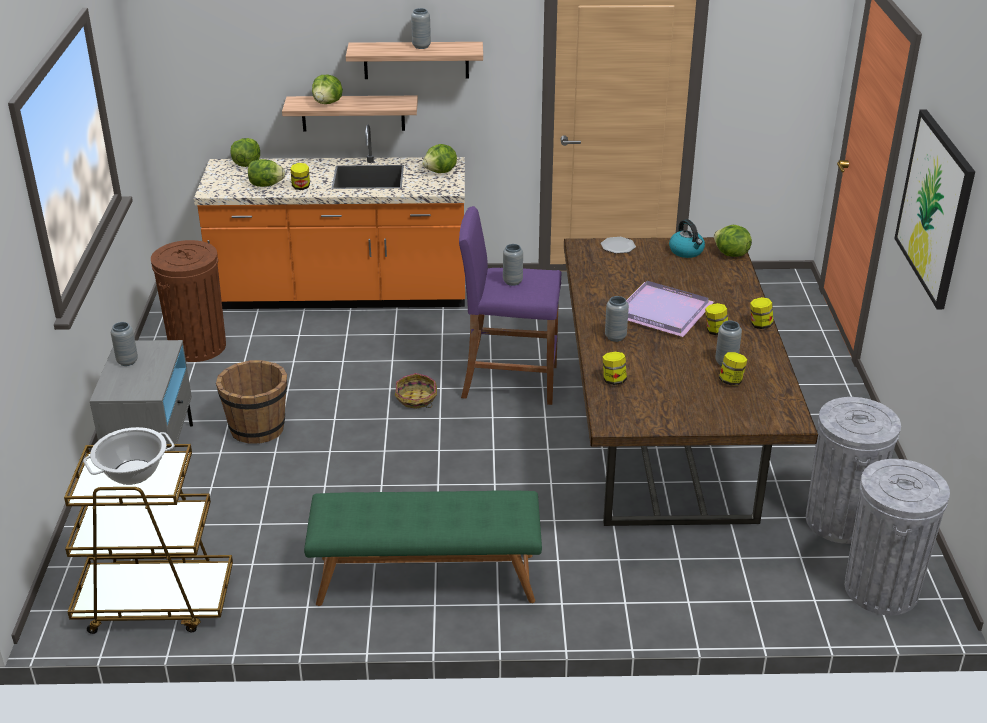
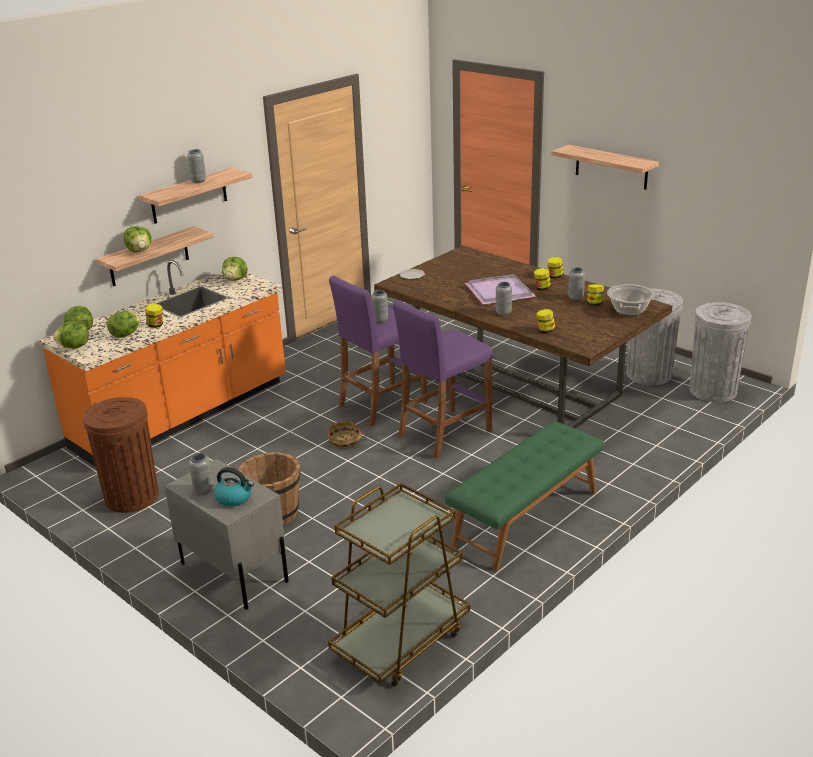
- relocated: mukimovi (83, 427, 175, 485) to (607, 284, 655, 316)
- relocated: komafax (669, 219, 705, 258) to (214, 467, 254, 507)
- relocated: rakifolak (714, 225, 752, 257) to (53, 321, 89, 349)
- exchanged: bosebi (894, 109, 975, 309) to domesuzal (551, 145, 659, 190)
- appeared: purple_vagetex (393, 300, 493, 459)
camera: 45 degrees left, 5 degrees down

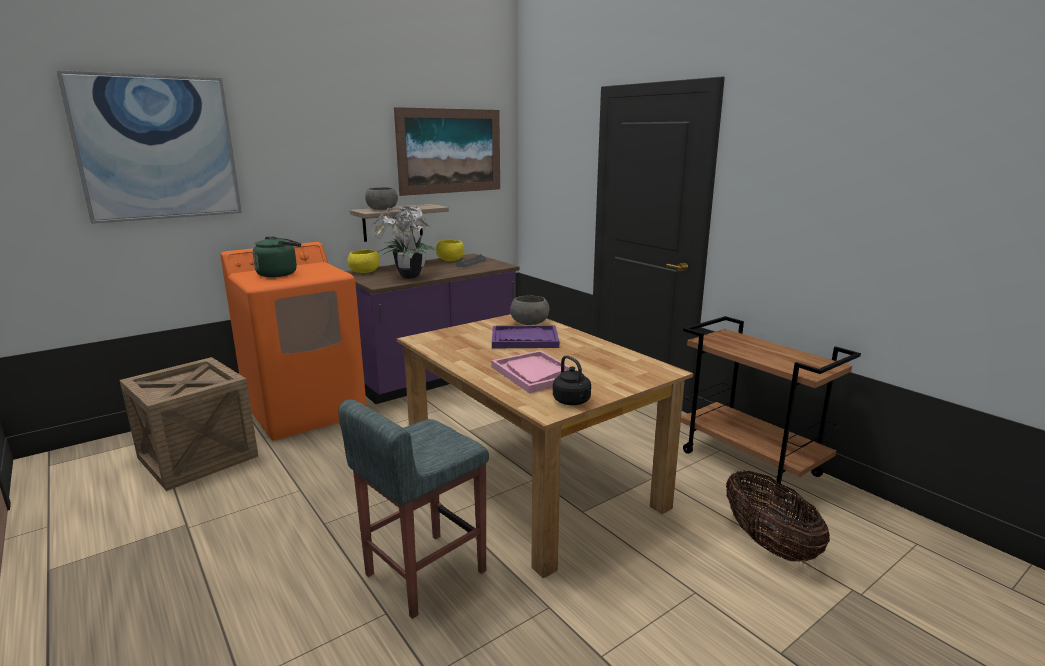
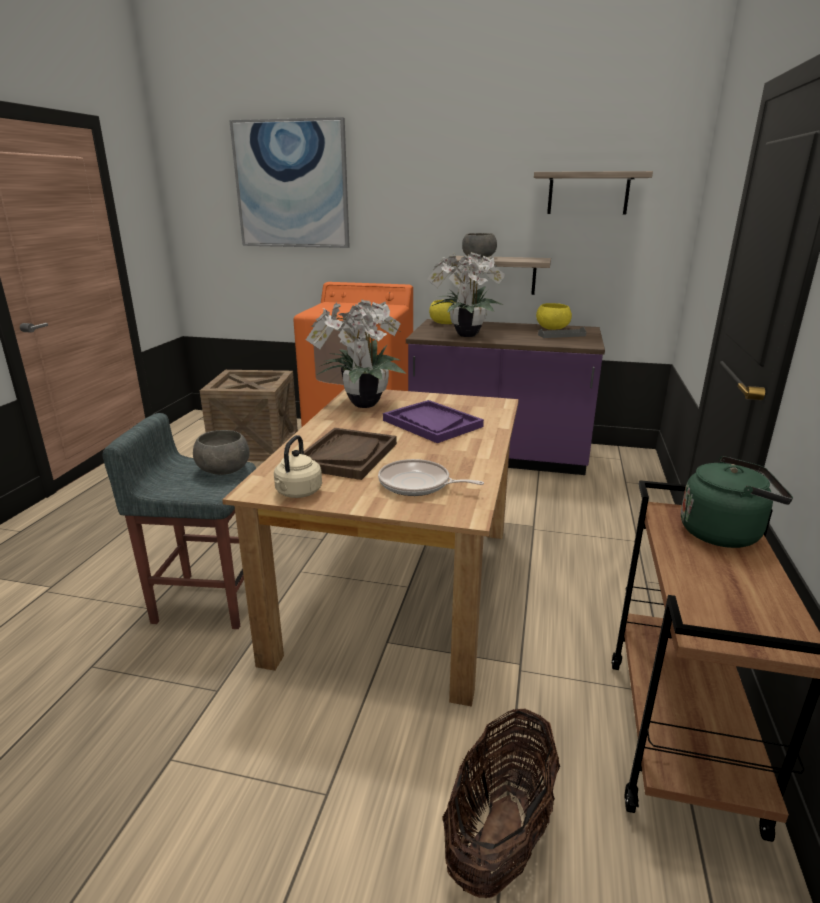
- relocated: green_komafax (253, 236, 301, 277) to (681, 456, 793, 548)
- exchanged: bosebi (394, 107, 500, 196) to domesuzal (534, 171, 653, 215)
- colour: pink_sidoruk (491, 350, 577, 393) to brown_sidoruk (304, 428, 397, 480)
- relocated: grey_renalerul (510, 295, 549, 325) to (193, 430, 250, 475)
- colour: black_komafax (553, 355, 591, 405) to beige_komafax (274, 435, 322, 498)
- appeared: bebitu (306, 299, 407, 408)
- appeared: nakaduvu (378, 459, 484, 496)
camera: 50 degrees right, 5 degrees up

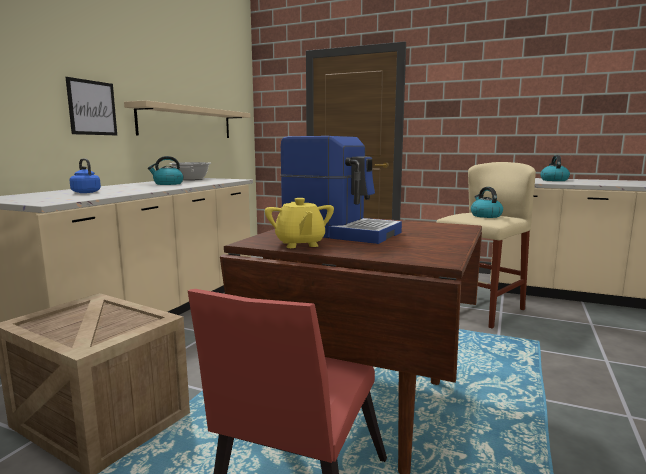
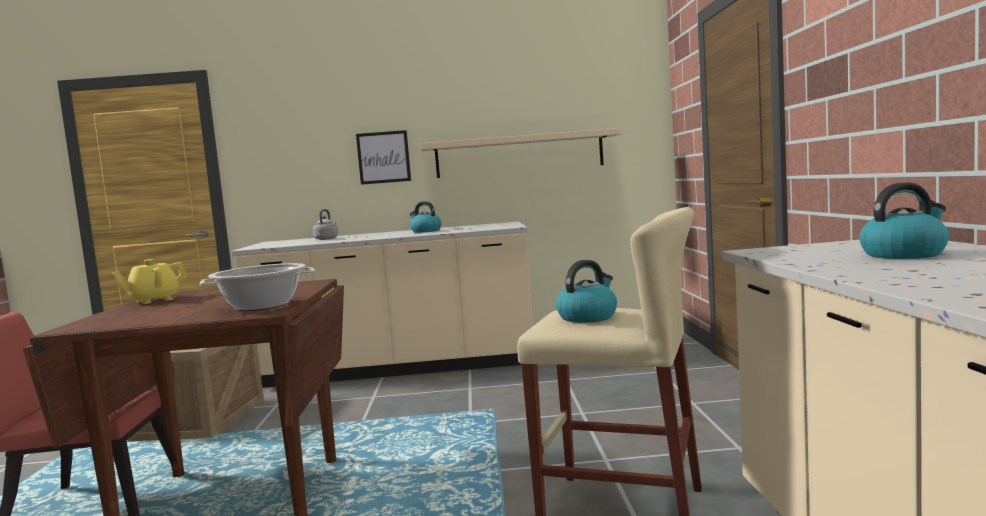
- colour: blue_komafax (69, 158, 101, 193) to grey_komafax (313, 209, 338, 240)
- relocated: mukimovi (169, 162, 211, 180) to (200, 263, 315, 311)
- missing: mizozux (281, 136, 402, 244)
camera: 65 degrees right, 5 degrees down

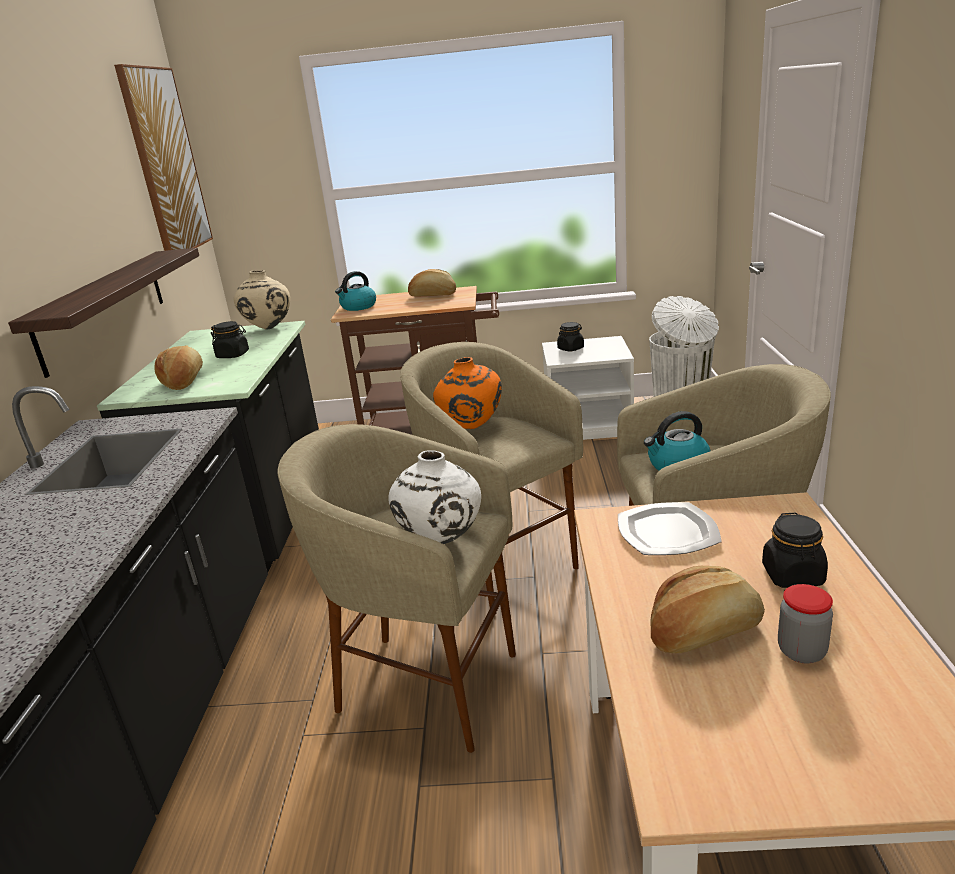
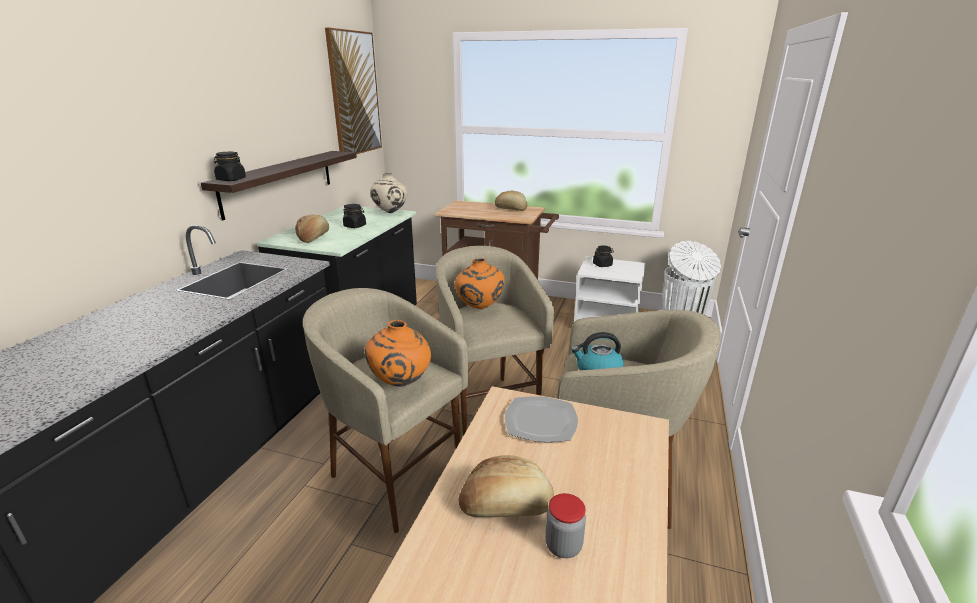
- missing: komafax (335, 271, 376, 311)
- colour: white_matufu (388, 450, 481, 544) to orange_matufu (365, 320, 431, 386)
- relocated: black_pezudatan (762, 512, 828, 588) to (214, 152, 246, 181)
camera: 15 degrees right, 0 degrees up

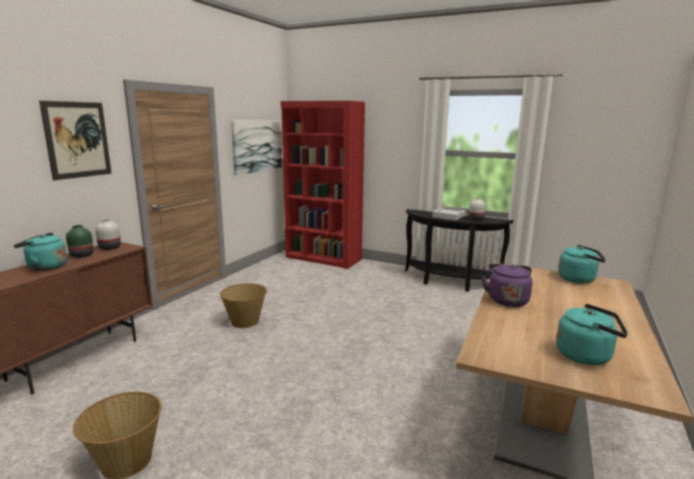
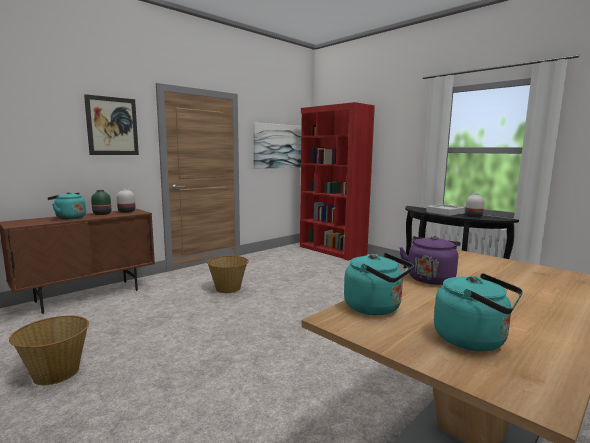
- relocated: turquoise_komafax (558, 245, 606, 283) to (344, 253, 414, 315)
camera: 20 degrees right, 5 degrees down

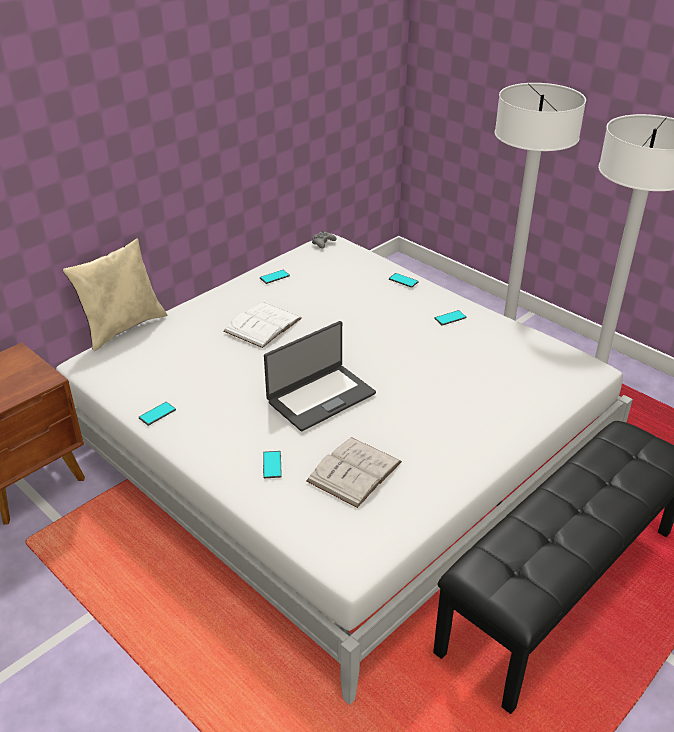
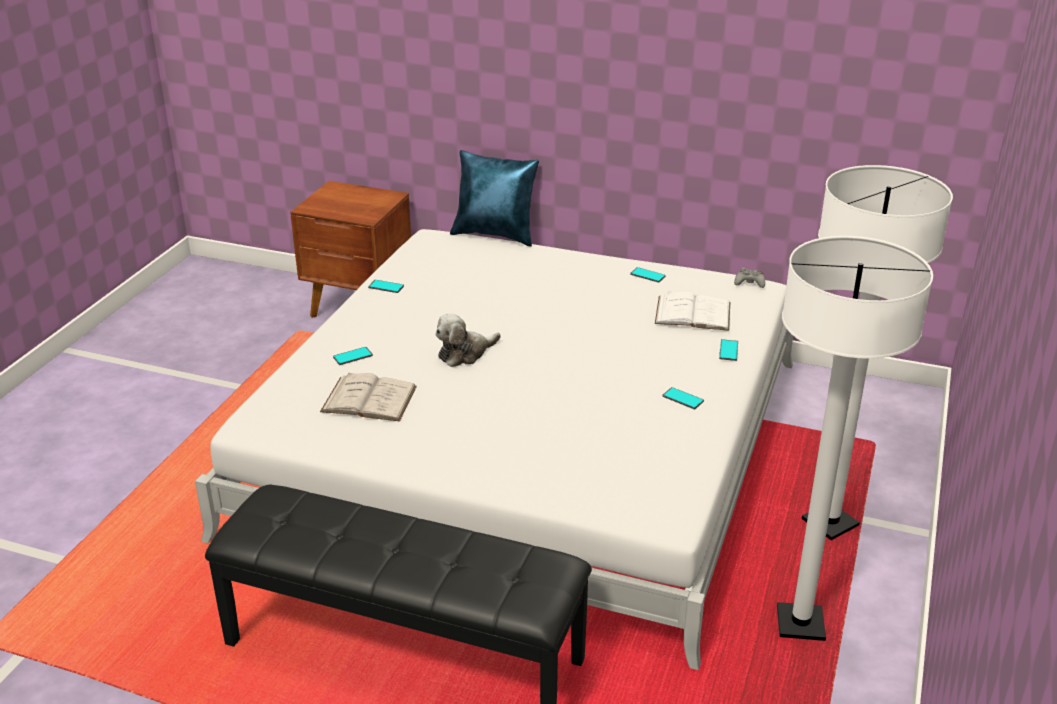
- colour: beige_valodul (63, 238, 167, 351) to blue_valodul (450, 150, 539, 247)
- relocated: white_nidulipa (223, 302, 302, 348) to (655, 291, 730, 331)
- exchanged: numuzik (264, 321, 376, 432) to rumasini (435, 314, 501, 367)
camera: 65 degrees right, 5 degrees down

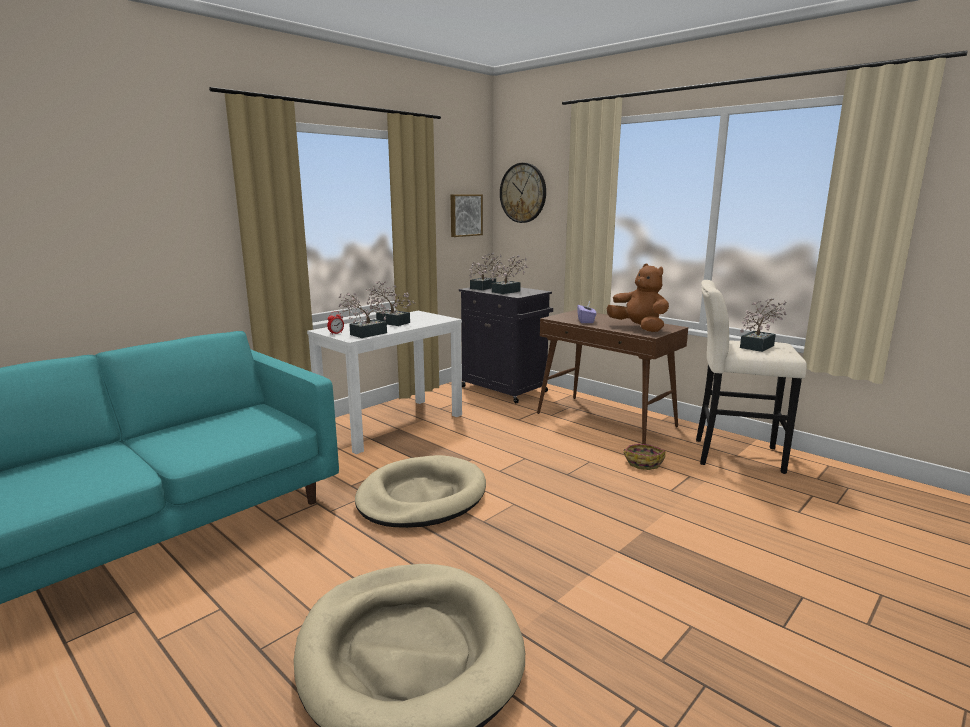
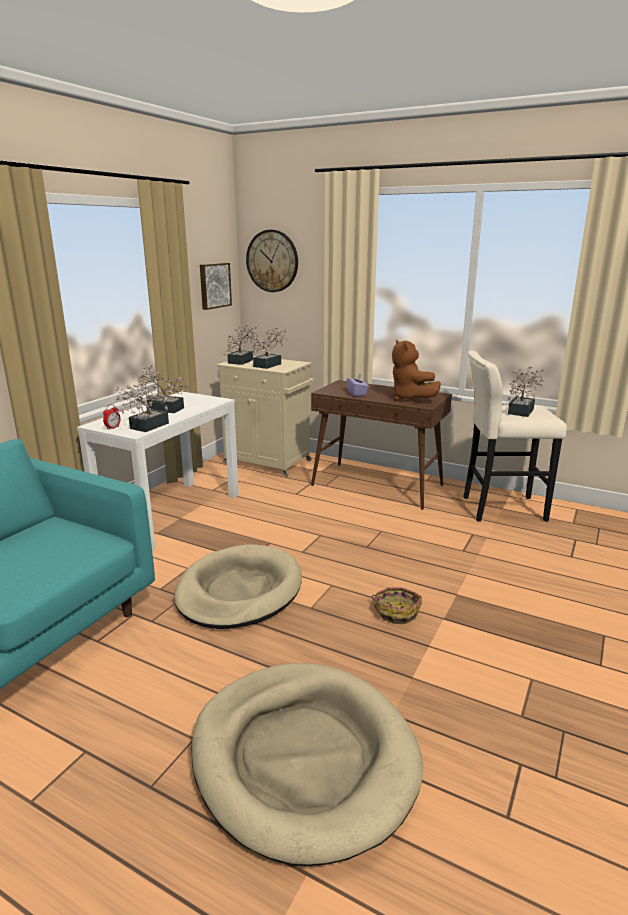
- colour: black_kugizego (459, 287, 553, 403) to beige_kugizego (216, 356, 314, 476)
- spun: brown_rumasini (607, 264, 669, 332) = (392, 340, 441, 401) 150 degrees counterclockwise
- relocated: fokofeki (623, 444, 665, 470) to (371, 587, 422, 624)
camera: 15 degrees left, 5 degrees up

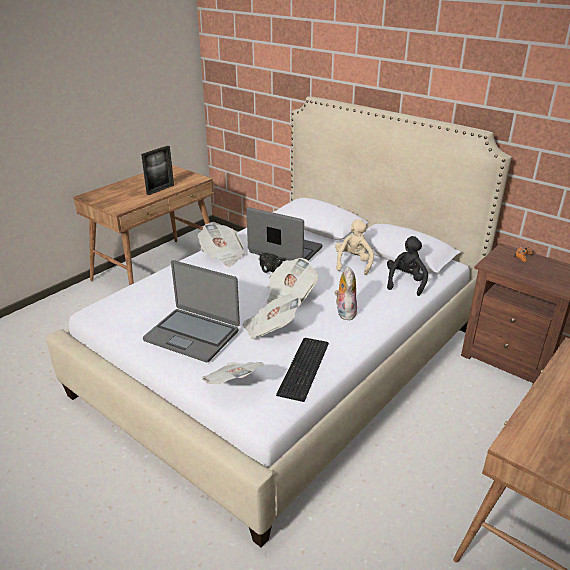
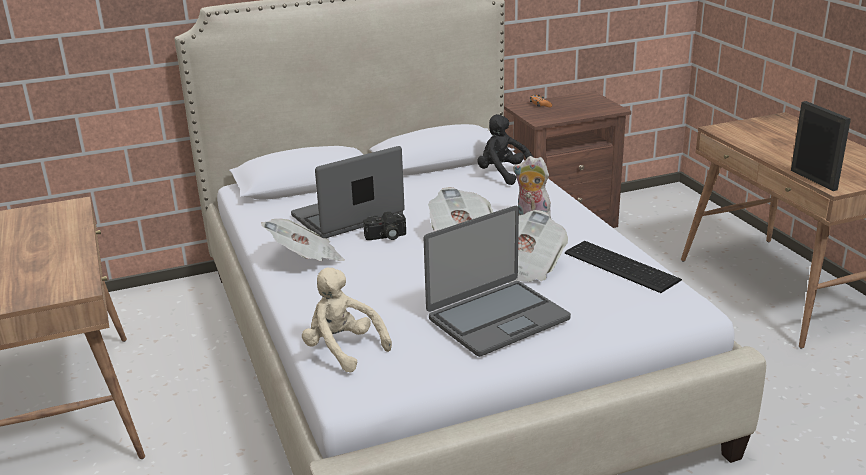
- relocated: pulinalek (141, 146, 174, 195) to (791, 101, 851, 191)
- missing: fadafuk (202, 362, 264, 384)
- relocated: beige_rumasini (335, 219, 374, 275) to (302, 268, 392, 373)
camera: 60 degrees left, 5 degrees down

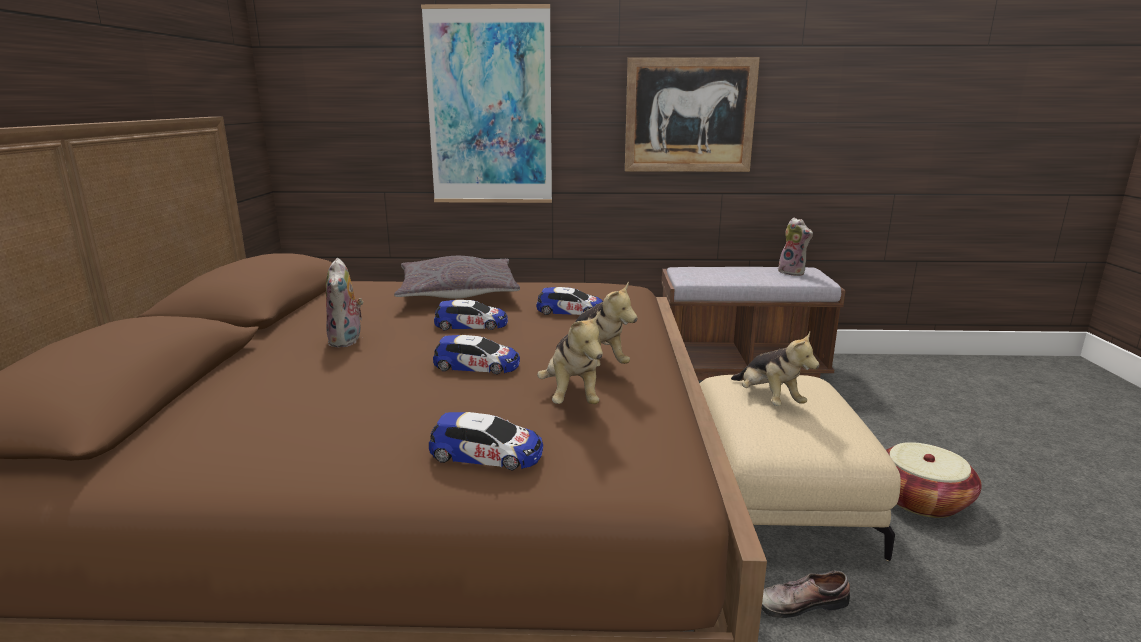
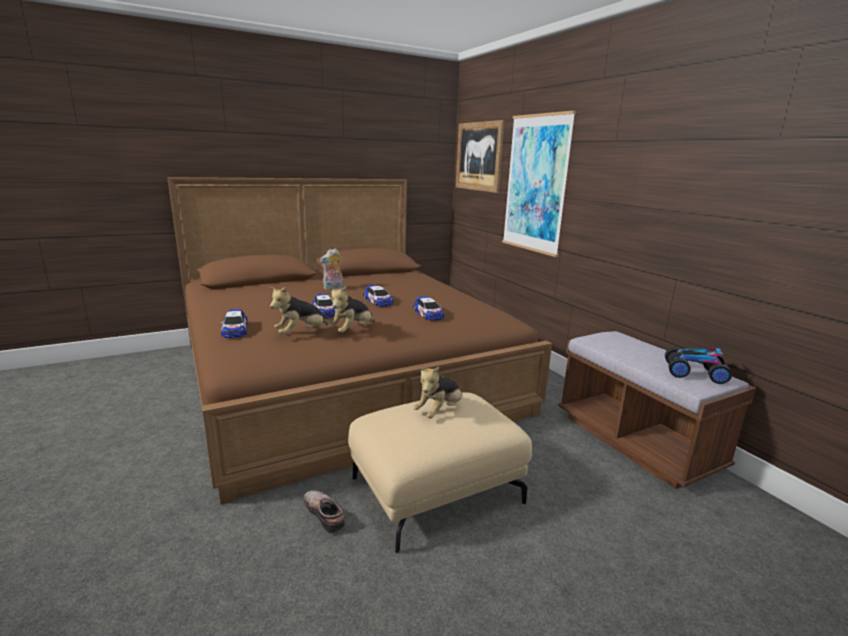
- missing: grey_valodul (394, 256, 520, 299)
- relocated: bosebi (625, 57, 760, 172) to (456, 120, 505, 193)
- exchanged: rumasini (778, 217, 813, 276) to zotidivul (665, 347, 732, 384)
- missing: fokofeki (886, 442, 982, 518)
camera: 60 degrees right, 0 degrees up

